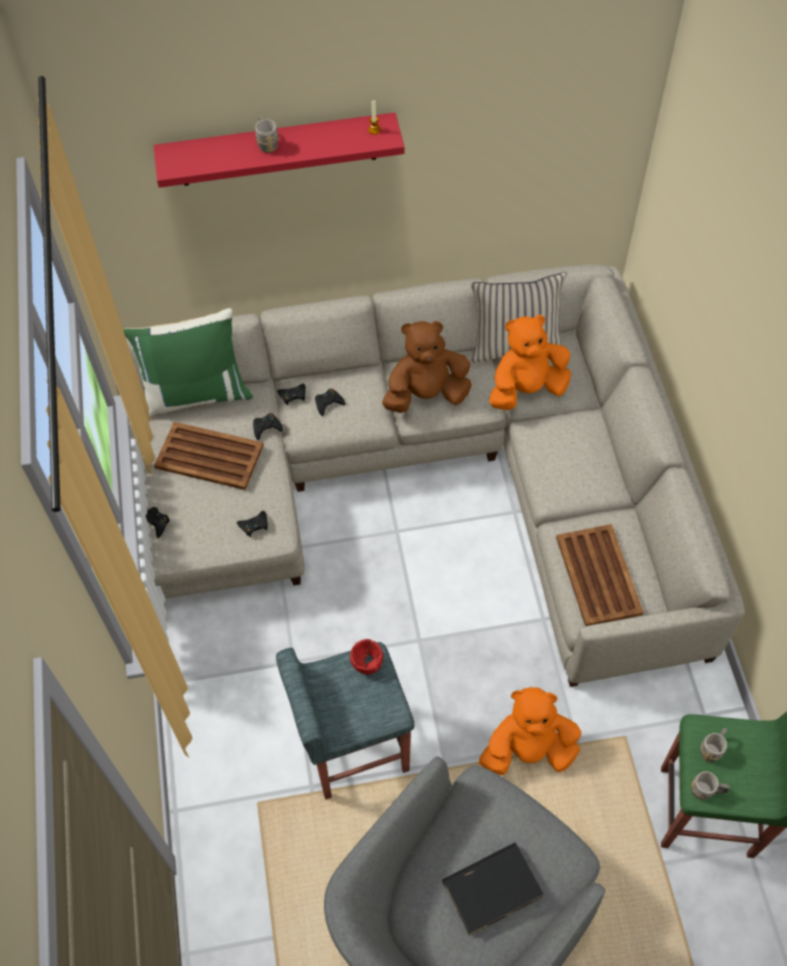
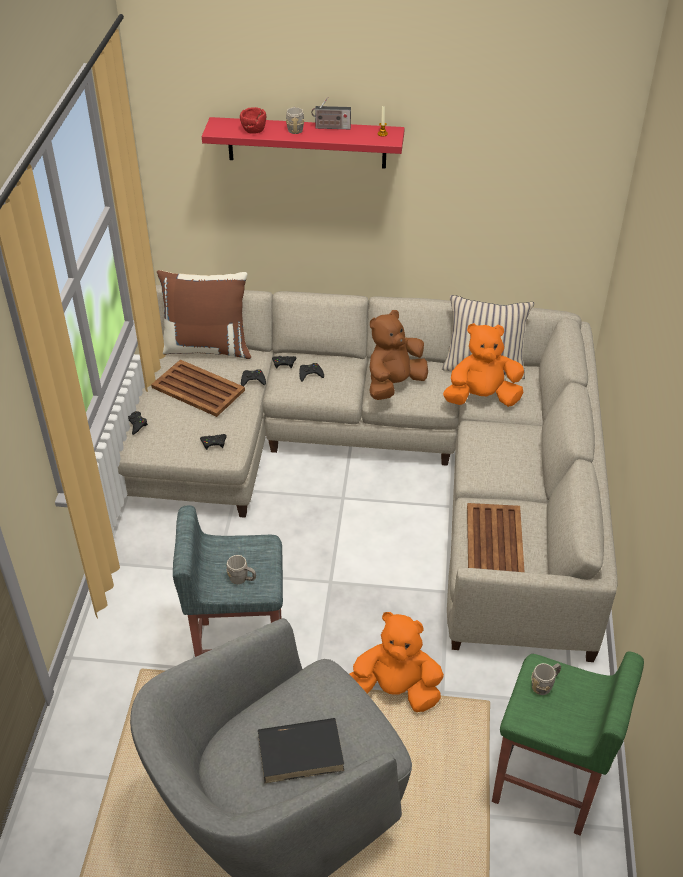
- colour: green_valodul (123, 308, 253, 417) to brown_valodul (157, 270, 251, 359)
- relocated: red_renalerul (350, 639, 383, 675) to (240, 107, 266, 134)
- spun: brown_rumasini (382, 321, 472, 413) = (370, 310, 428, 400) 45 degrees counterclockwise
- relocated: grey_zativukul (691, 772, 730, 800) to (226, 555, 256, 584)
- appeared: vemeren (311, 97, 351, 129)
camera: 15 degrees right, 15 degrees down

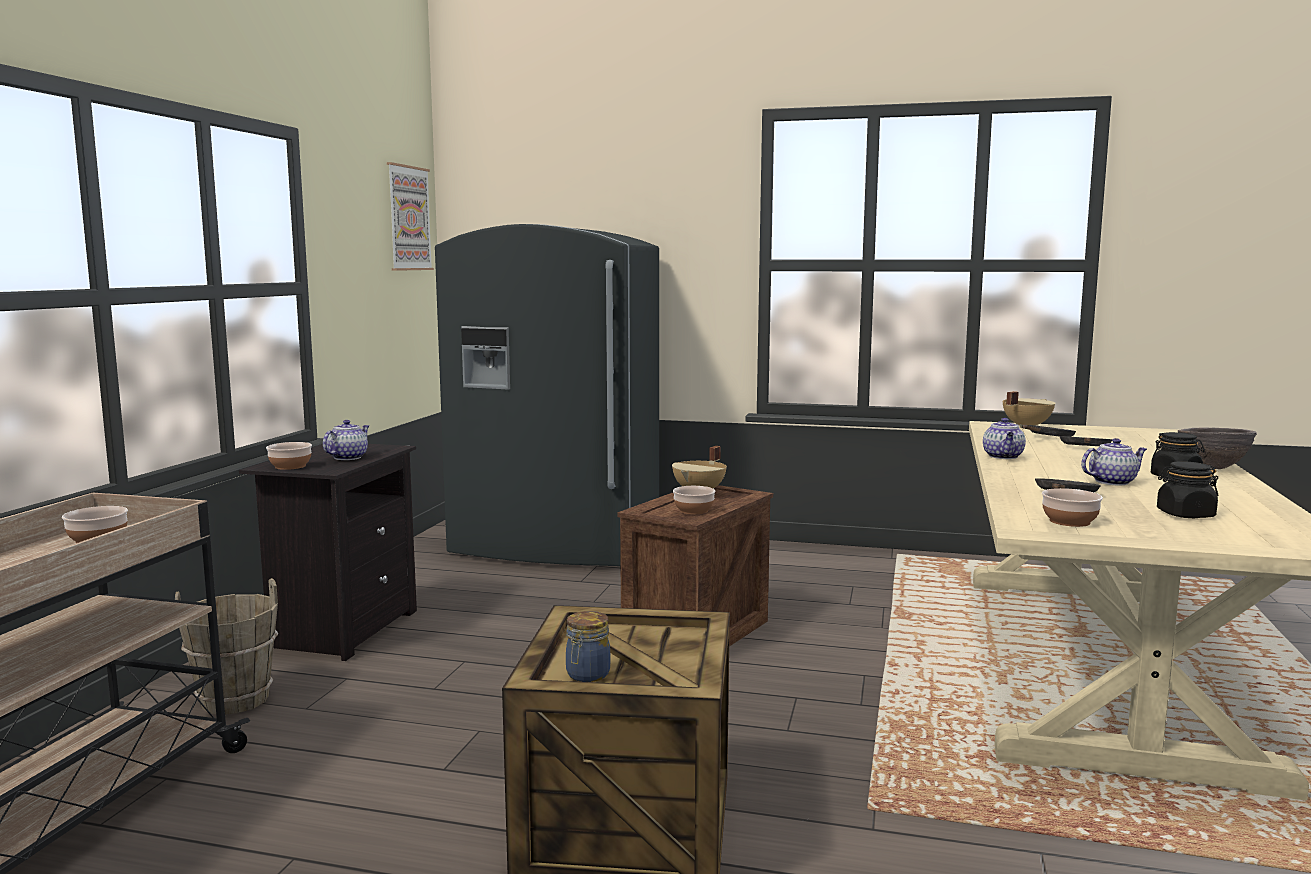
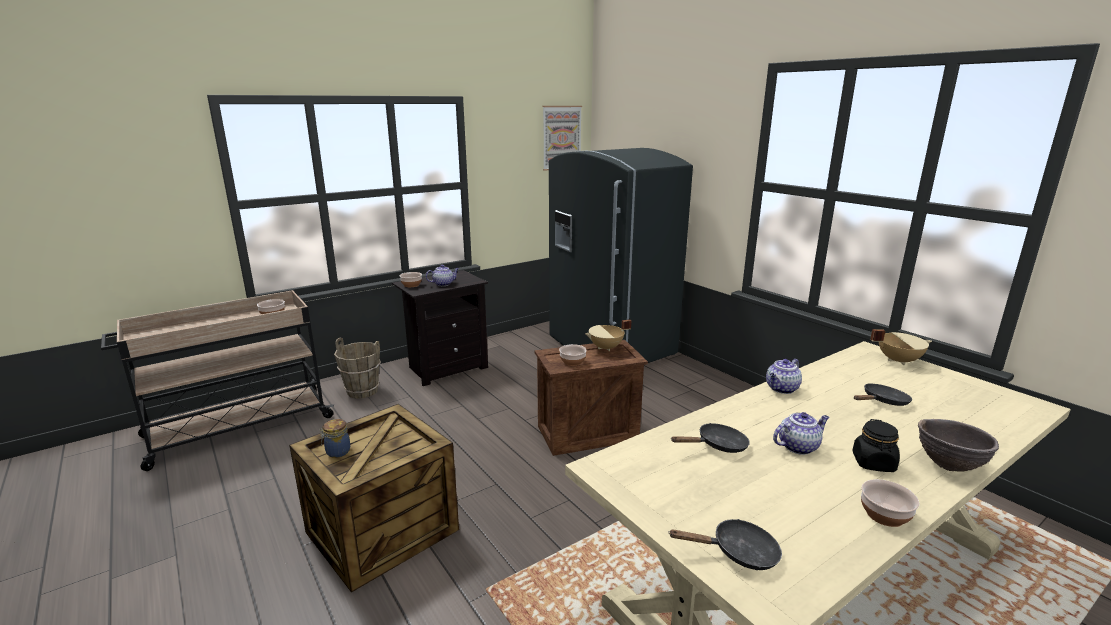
- relocated: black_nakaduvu (1022, 425, 1076, 437) to (668, 519, 782, 570)
- relocated: renalerul (1042, 488, 1103, 527) to (861, 479, 919, 527)
- spun: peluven (1081, 438, 1147, 485) = (773, 412, 830, 455) 45 degrees counterclockwise
- missing: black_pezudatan (1157, 461, 1218, 518)
camera: 40 degrees right, 10 degrees up

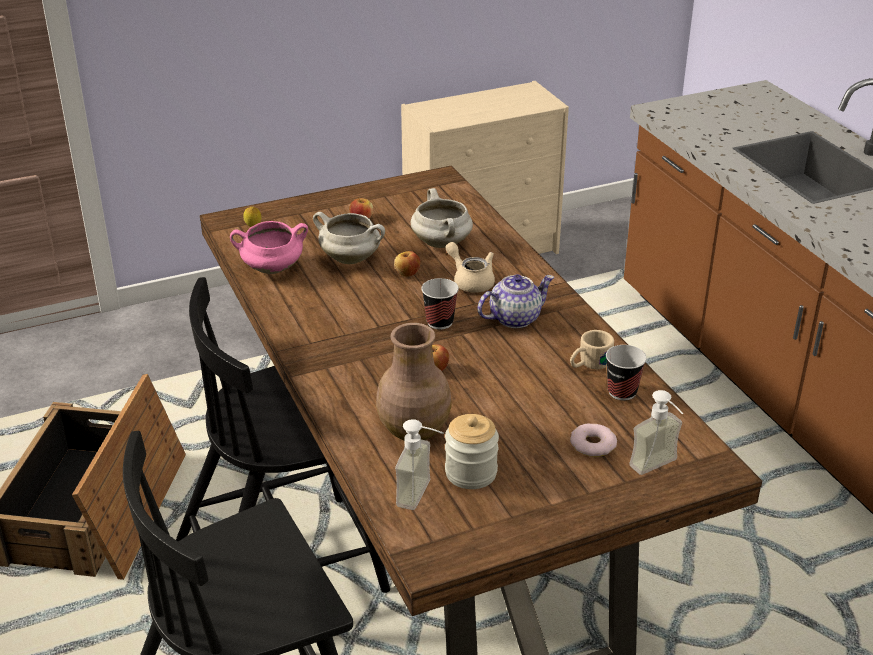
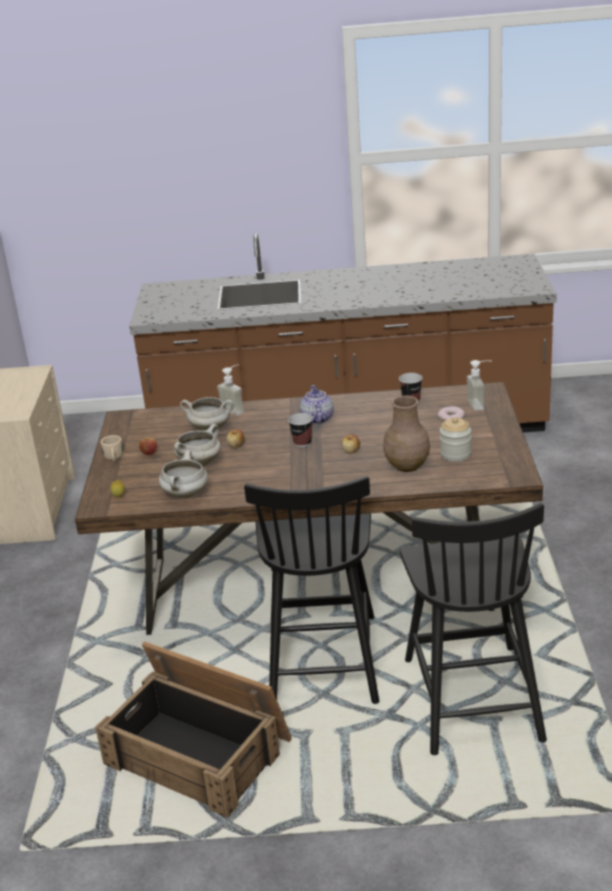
- colour: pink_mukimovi (230, 221, 308, 274) to white_mukimovi (159, 450, 208, 498)
- relocated: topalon (395, 419, 444, 510) to (217, 364, 244, 415)
- missing: beige_peluven (446, 242, 495, 293)
- relocated: beige_zativukul (570, 330, 614, 369) to (101, 435, 123, 462)
camera: 65 degrees left, 5 degrees down

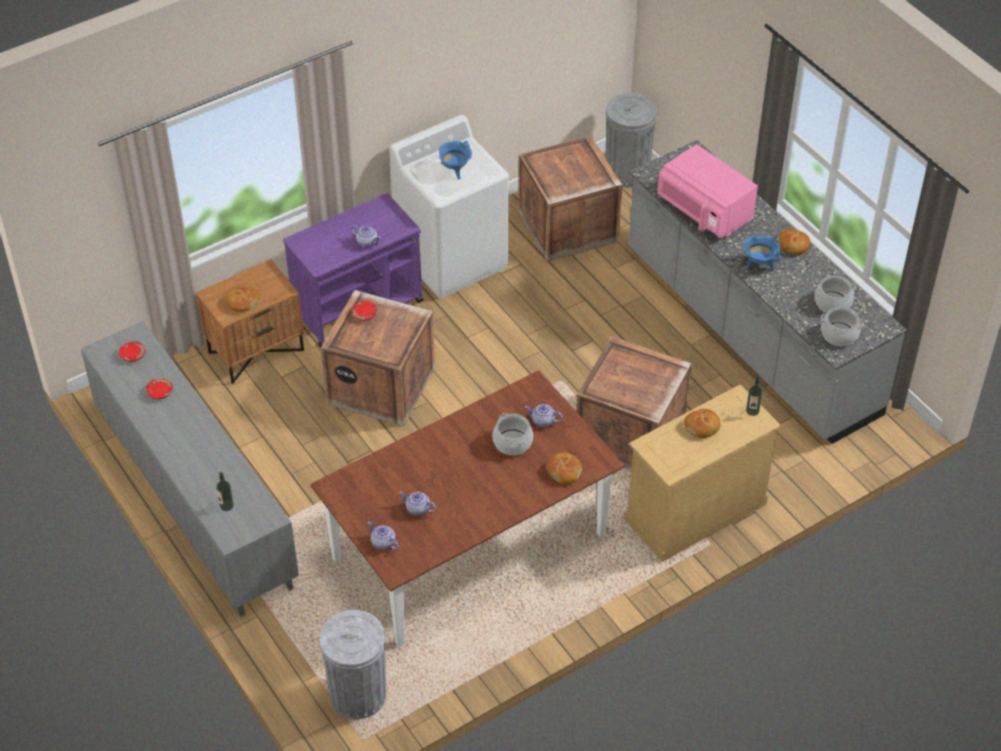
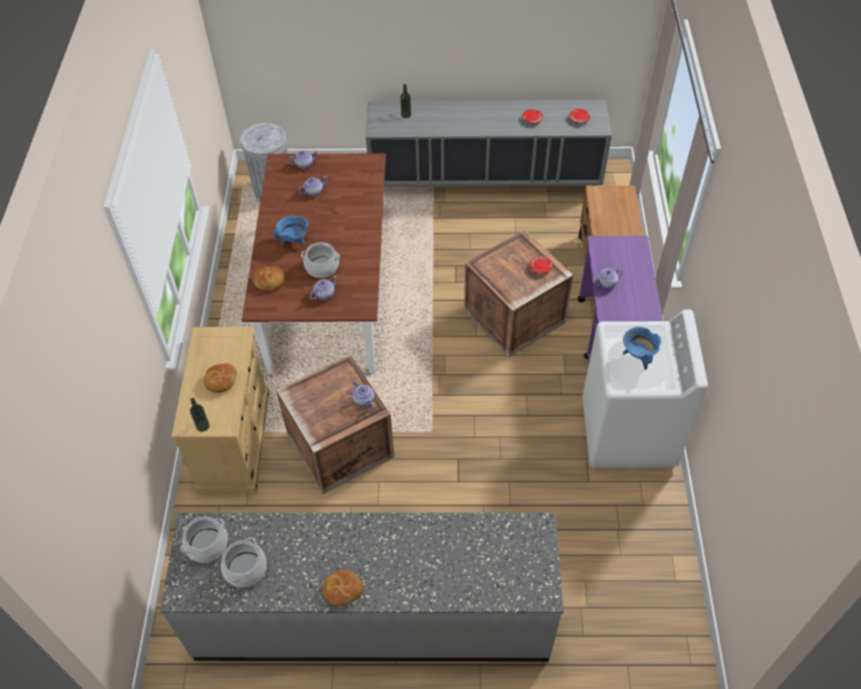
- missing: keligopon (227, 286, 260, 312)
- missing: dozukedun (518, 136, 622, 262)
- missing: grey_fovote (606, 93, 657, 188)
- missing: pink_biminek (657, 144, 758, 239)
- relocated: blue_mukimovi (743, 235, 781, 270) to (273, 215, 308, 247)
- appeared: peluven (353, 381, 375, 408)
camera: 125 degrees right, 5 degrees up

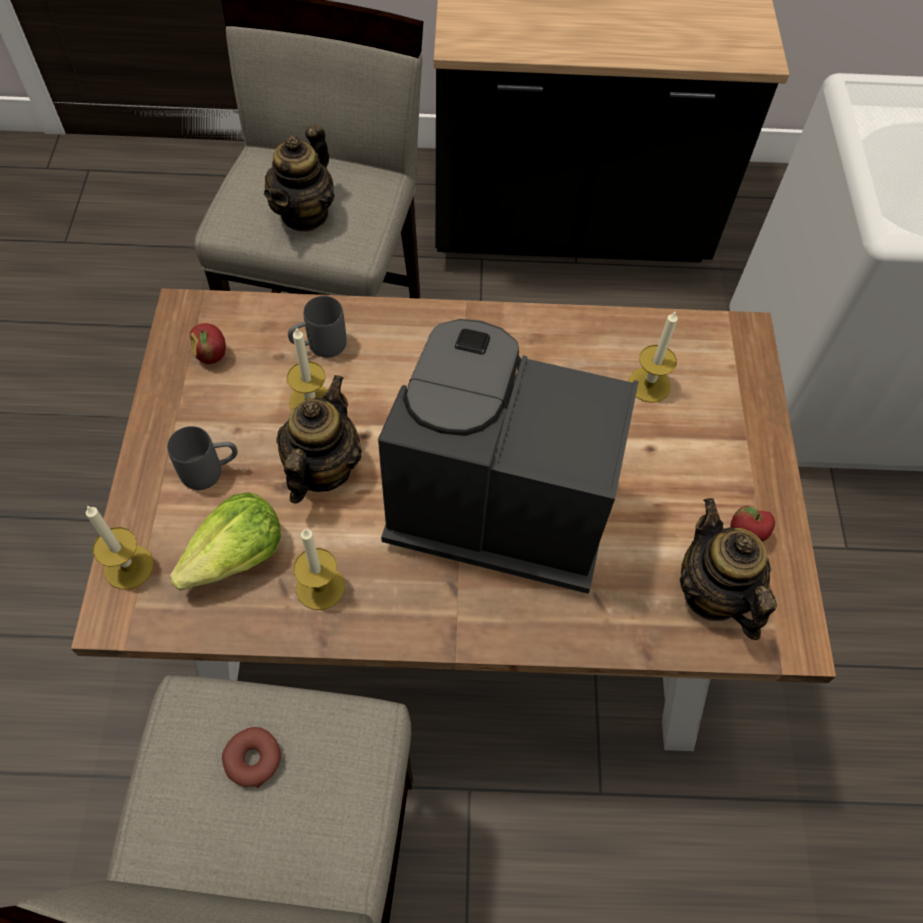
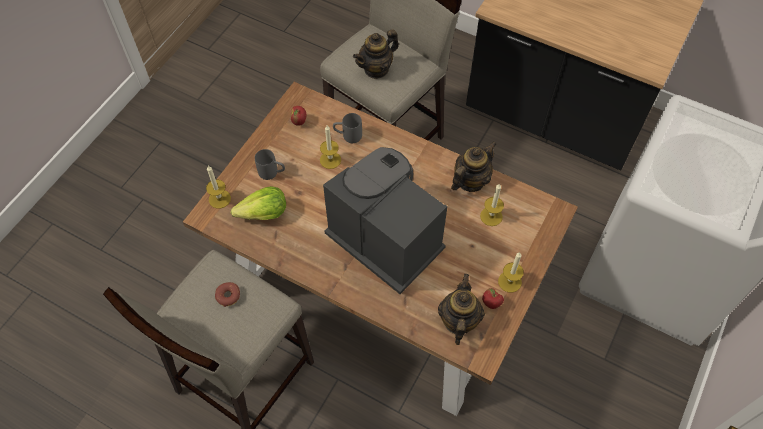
- relocated: peluven (277, 375, 362, 504) to (451, 142, 496, 192)
- relocated: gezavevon (293, 529, 345, 610) to (498, 252, 524, 293)
camera: 30 degrees right, 0 degrees up

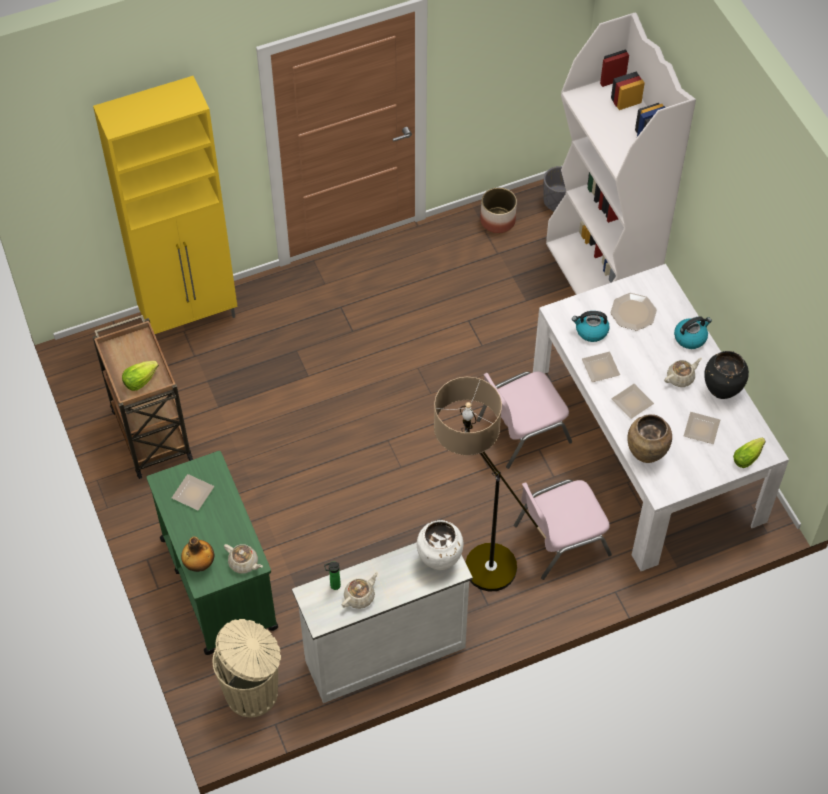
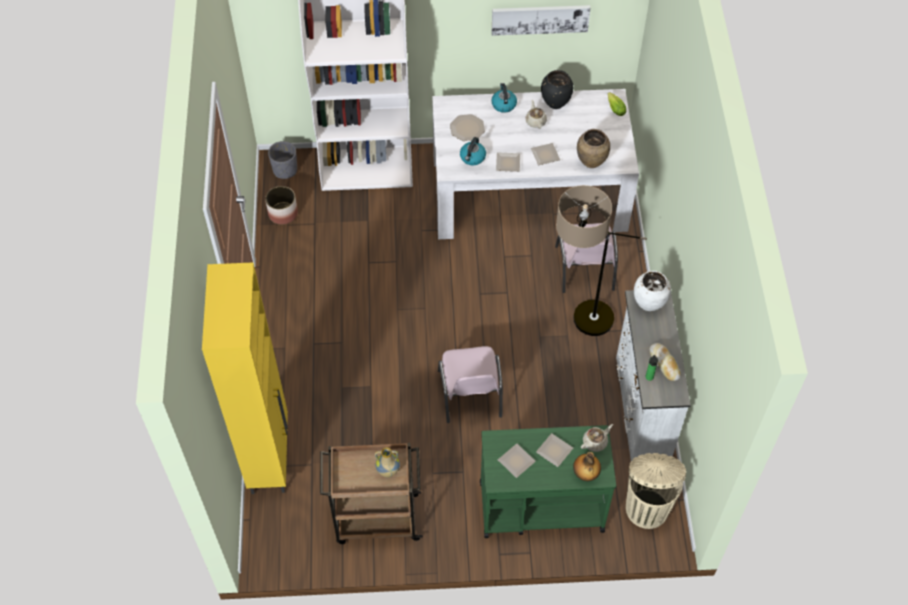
- exchanged: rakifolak (122, 361, 159, 391) to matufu (375, 447, 400, 478)
- exchanged: beige_peluven (342, 572, 378, 609) to keligopon (650, 343, 681, 381)
- relocated: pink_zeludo (477, 371, 572, 469) to (438, 346, 503, 423)
- relocated: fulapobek (684, 412, 720, 444) to (536, 433, 573, 467)
- appeared: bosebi (492, 5, 591, 36)
camera: 70 degrees left, 0 degrees up

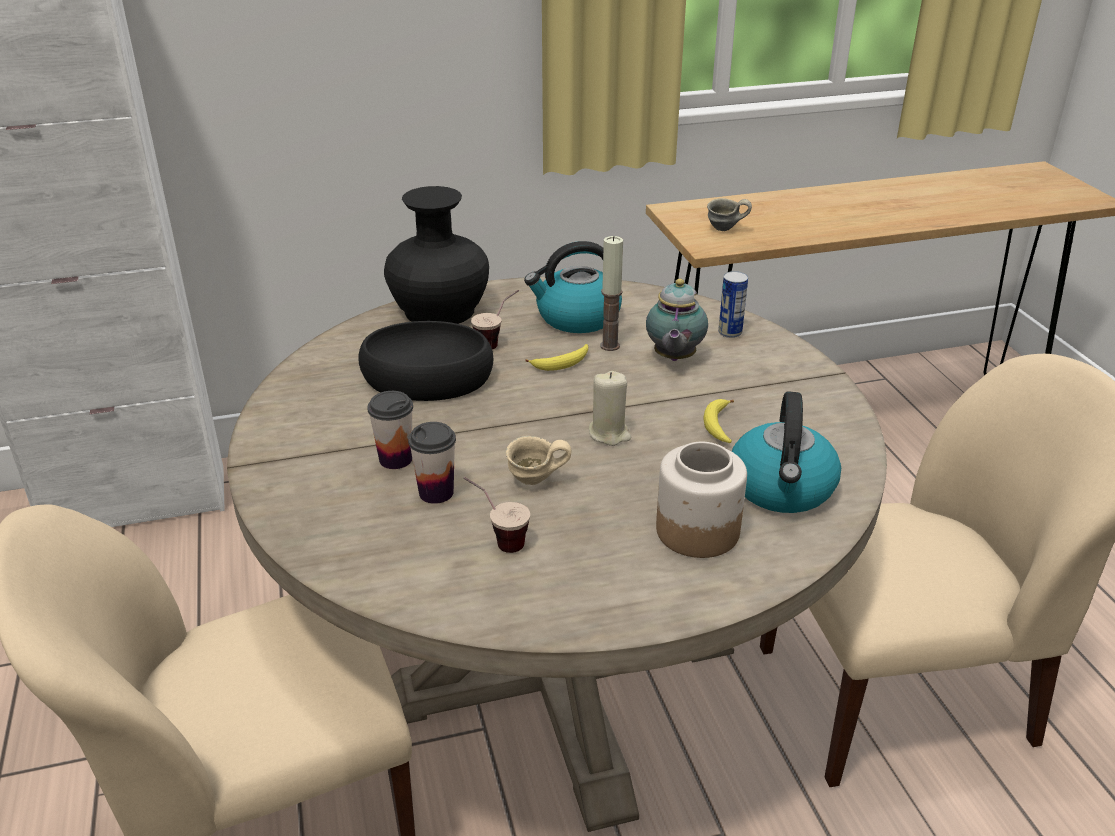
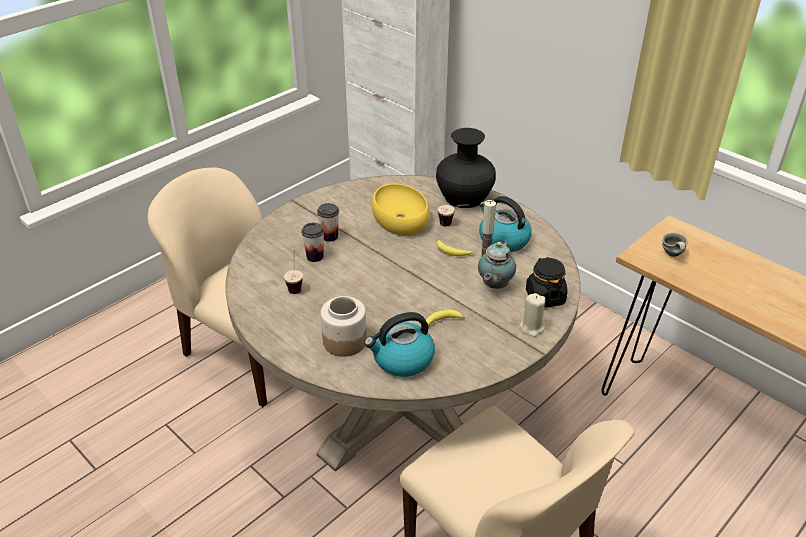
- colour: black_renalerul (358, 321, 493, 401) to yellow_renalerul (372, 184, 430, 236)
- missing: beige_zativukul (506, 436, 571, 485)
- relocated: beige_gezavevon (589, 371, 631, 446) to (520, 293, 545, 337)
- spun: peluven (646, 279, 708, 361) = (478, 240, 516, 289) 45 degrees counterclockwise
- exchanged: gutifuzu (718, 271, 748, 338) to black_pezudatan (526, 257, 568, 307)
camera: 60 degrees right, 5 degrees up

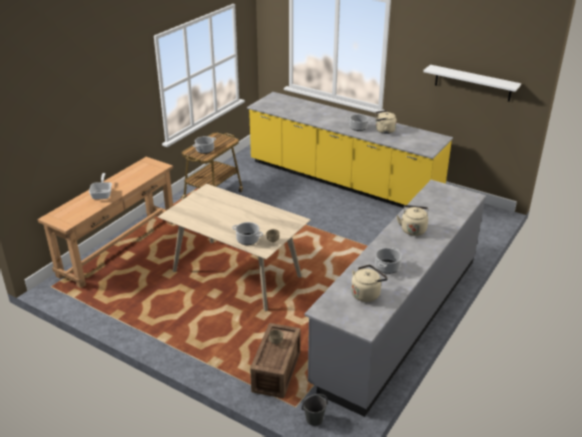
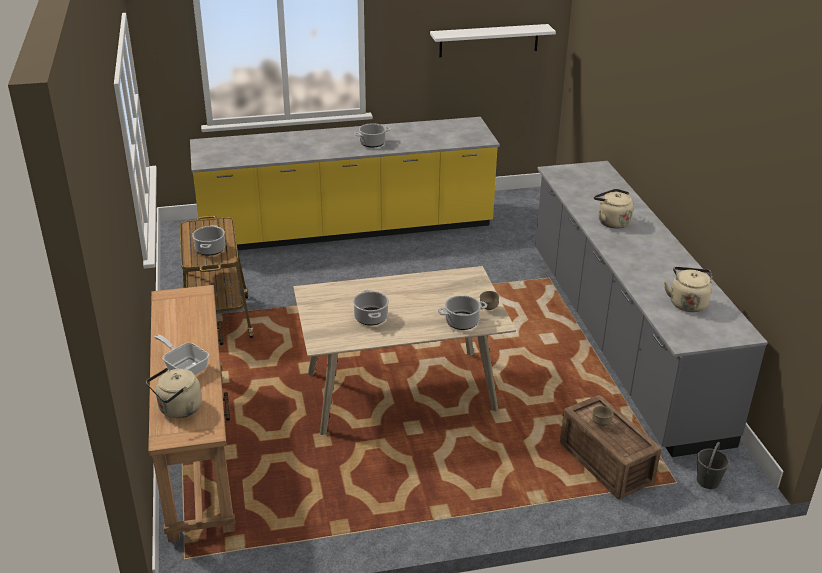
- relocated: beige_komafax (375, 110, 397, 134) to (146, 368, 202, 418)
- relocated: mukimovi (375, 247, 402, 274) to (353, 290, 389, 326)
camera: 45 degrees left, 0 degrees up

